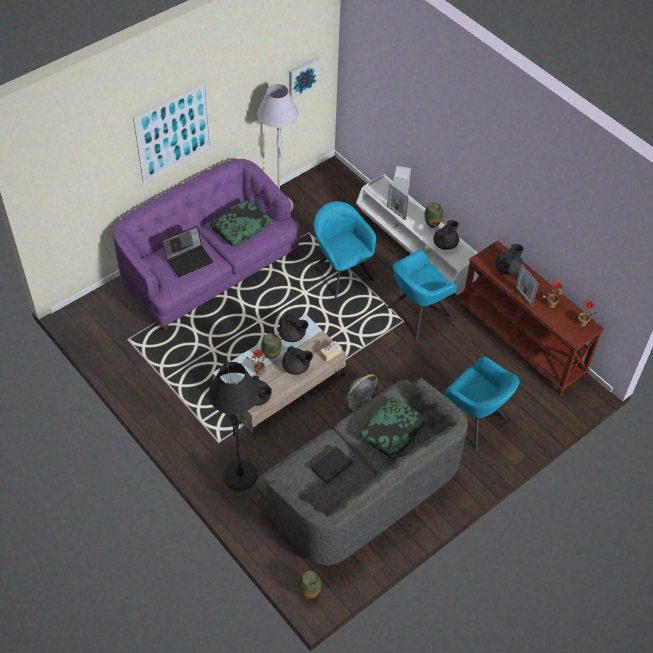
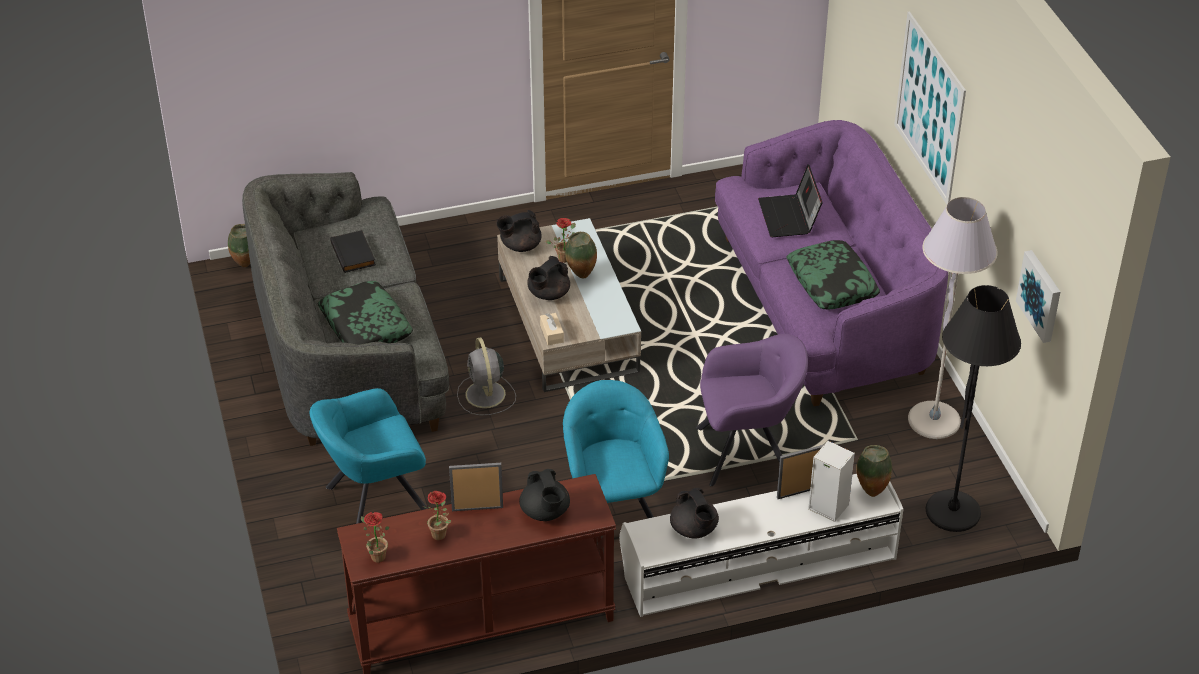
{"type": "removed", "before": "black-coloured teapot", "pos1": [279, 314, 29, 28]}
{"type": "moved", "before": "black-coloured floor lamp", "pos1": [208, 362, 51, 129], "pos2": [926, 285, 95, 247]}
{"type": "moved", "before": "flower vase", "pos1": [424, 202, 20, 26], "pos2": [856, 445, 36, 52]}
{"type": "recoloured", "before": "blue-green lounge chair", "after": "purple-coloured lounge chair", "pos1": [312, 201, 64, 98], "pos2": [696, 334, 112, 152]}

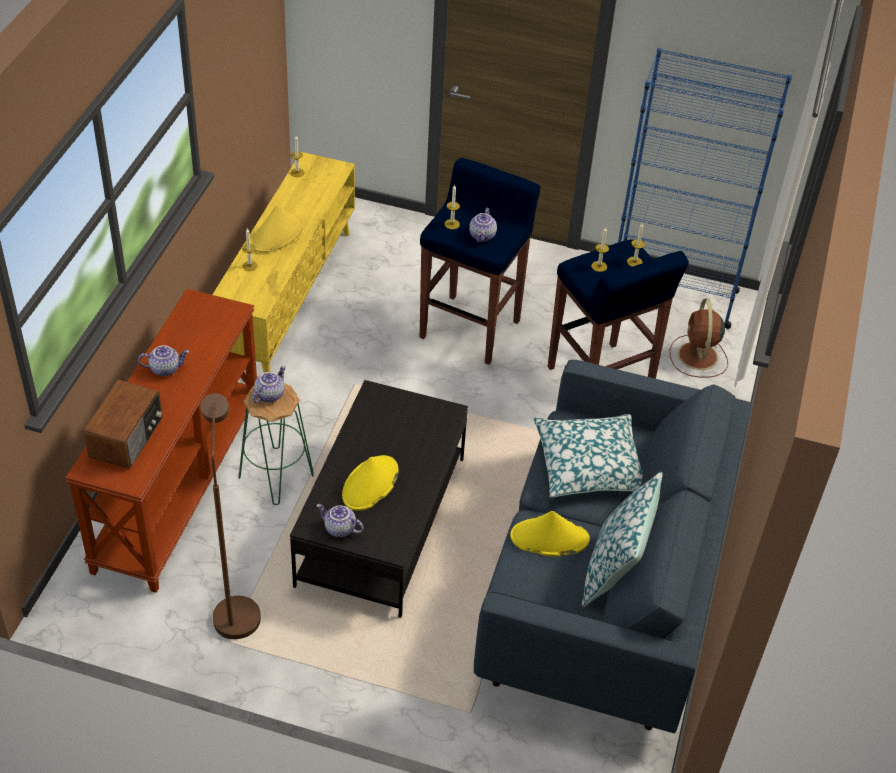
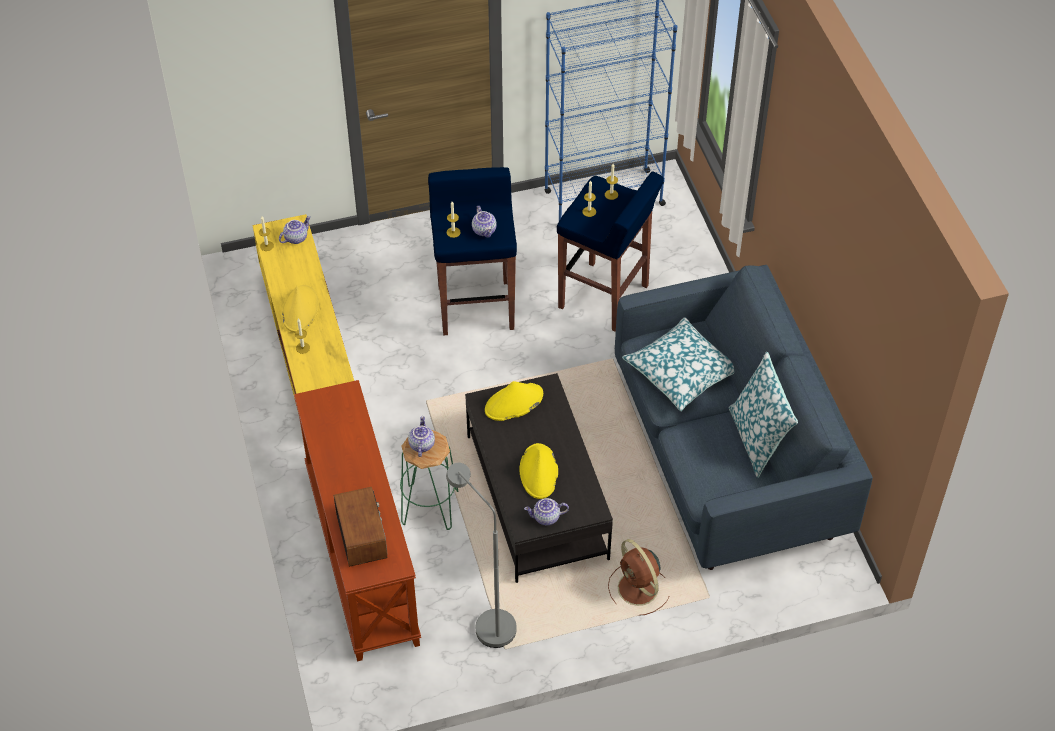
{"type": "moved", "before": "teapot", "pos1": [138, 345, 51, 31], "pos2": [279, 216, 32, 28]}
{"type": "moved", "before": "yellow-coloured hat", "pos1": [510, 511, 80, 46], "pos2": [485, 381, 58, 40]}
{"type": "moved", "before": "brown-coloured electric fan", "pos1": [670, 299, 58, 79], "pos2": [608, 539, 61, 76]}
{"type": "recoloured", "before": "brown-coloured floor lamp", "after": "grey floor lamp", "pos1": [200, 393, 61, 246], "pos2": [446, 463, 71, 185]}

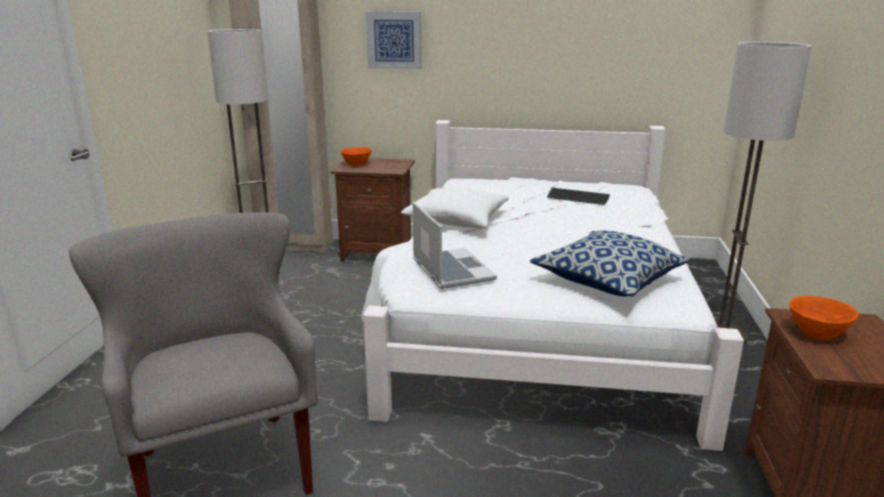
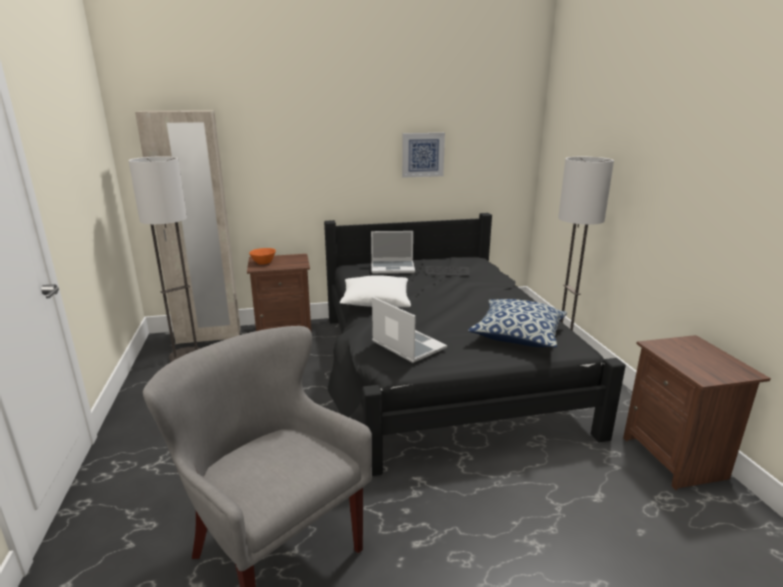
{"type": "removed", "before": "orange-coloured deep dish", "pos1": [789, 296, 69, 44]}
{"type": "added", "after": "laptop", "pos2": [371, 231, 44, 43]}
{"type": "moved", "before": "wall art", "pos1": [366, 11, 56, 58], "pos2": [402, 133, 43, 45]}
{"type": "recoloured", "before": "whitish sleeping bed", "after": "black-coloured sleeping bed", "pos1": [362, 120, 382, 331], "pos2": [324, 213, 302, 263]}

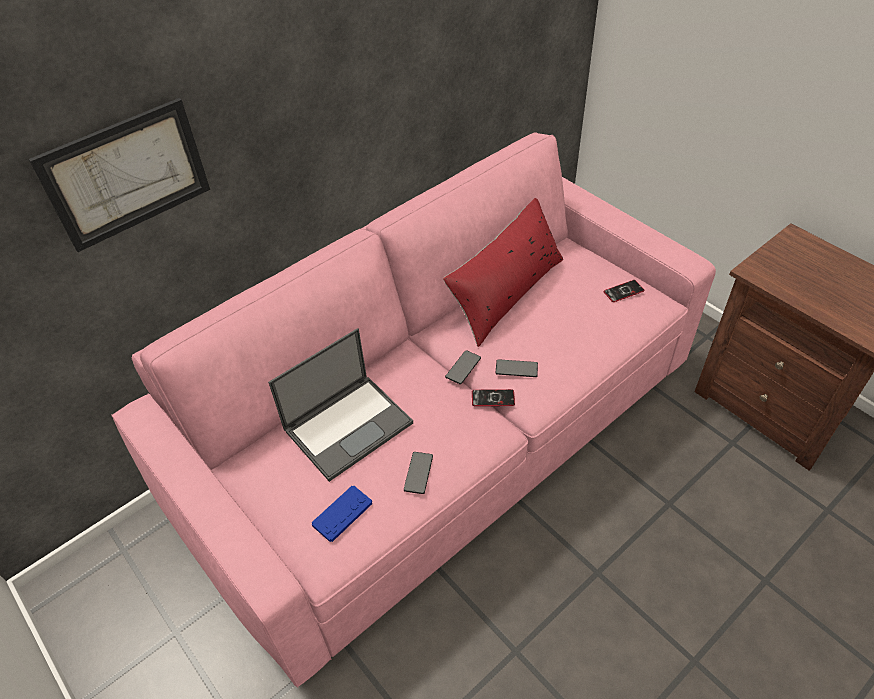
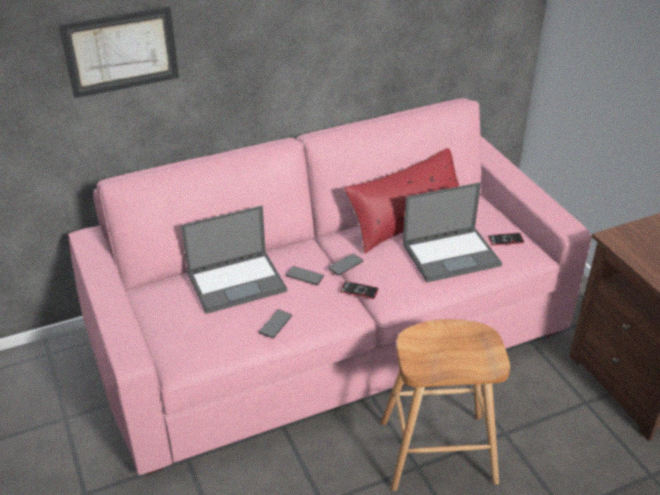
{"type": "removed", "before": "blue-coloured game controller", "pos1": [312, 486, 60, 56]}
{"type": "added", "after": "brown-coloured sitting stool", "pos2": [381, 319, 129, 172]}
{"type": "added", "after": "laptop", "pos2": [403, 182, 99, 100]}
{"type": "moved", "before": "handset", "pos1": [496, 359, 42, 18], "pos2": [286, 266, 38, 19]}

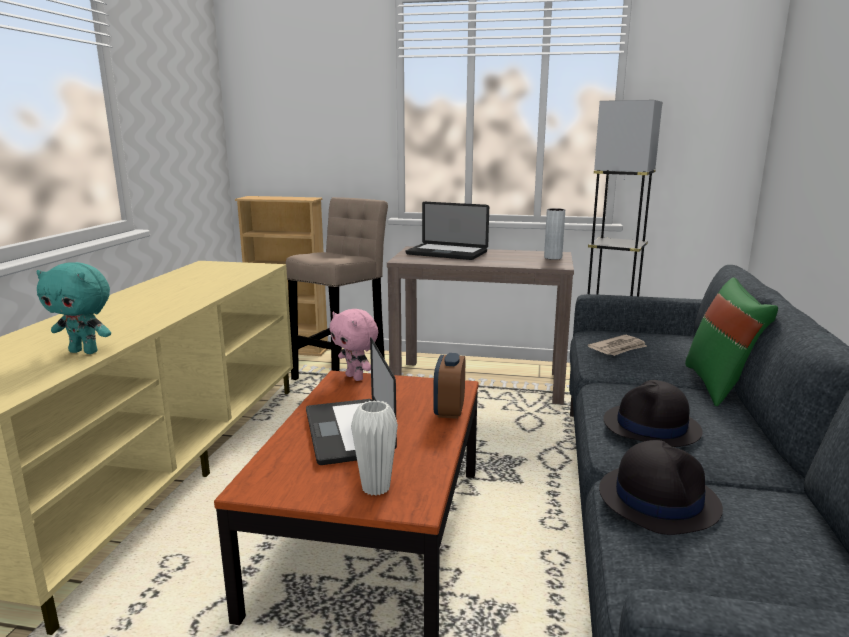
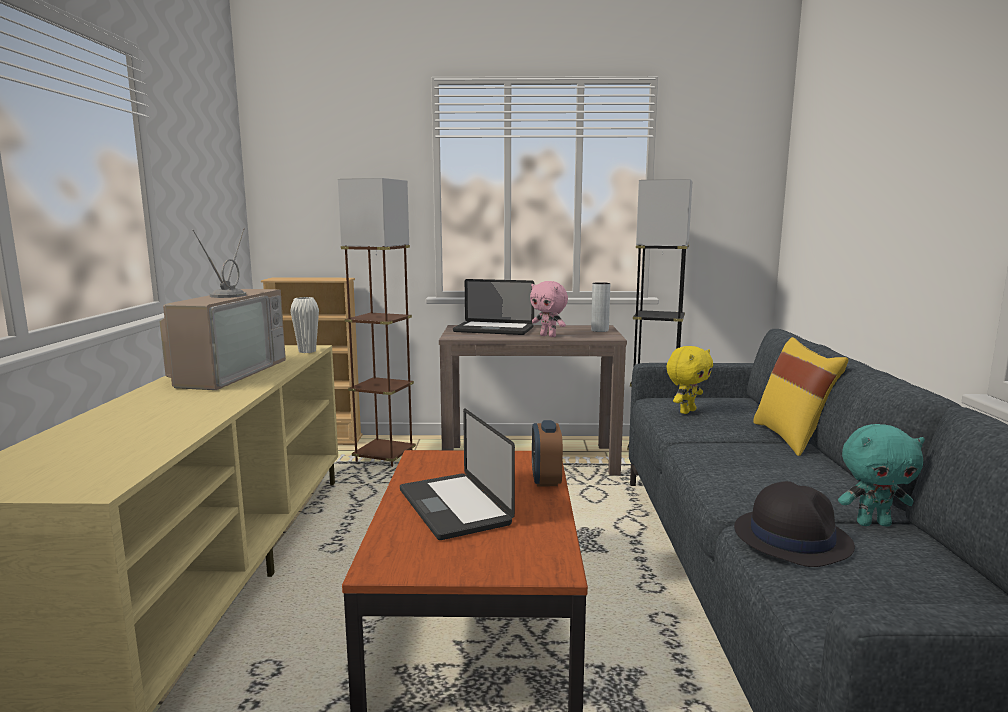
{"type": "removed", "before": "black-coloured hat", "pos1": [603, 380, 100, 67]}
{"type": "added", "after": "television", "pos2": [159, 228, 127, 162]}
{"type": "moved", "before": "blue-green cuddly toy", "pos1": [36, 262, 75, 92], "pos2": [838, 424, 87, 102]}
{"type": "moved", "before": "pink cuddly toy", "pos1": [329, 309, 49, 72], "pos2": [530, 281, 38, 56]}
{"type": "moved", "before": "whitish flower vase", "pos1": [351, 400, 47, 96], "pos2": [290, 297, 29, 56]}
{"type": "replaced", "before": "beige-coloured sitting stool", "after": "brown-coloured floor lamp", "pos1": [286, 197, 102, 183], "pos2": [338, 178, 78, 289]}
{"type": "replaced", "before": "printed paper", "after": "yellow-coloured cuddly toy", "pos1": [588, 335, 59, 21], "pos2": [666, 346, 47, 68]}
{"type": "recoloured", "before": "green cushion", "after": "yellow-coloured cushion", "pos1": [685, 278, 93, 128], "pos2": [753, 337, 95, 119]}

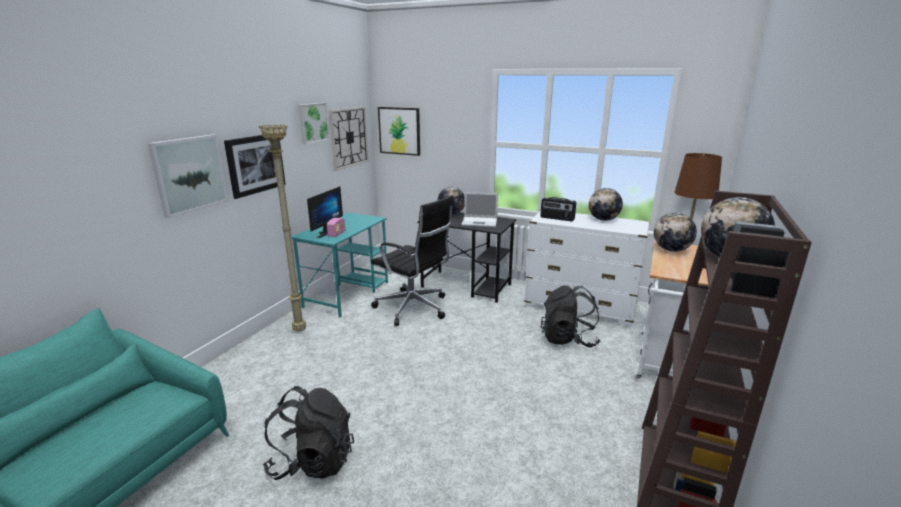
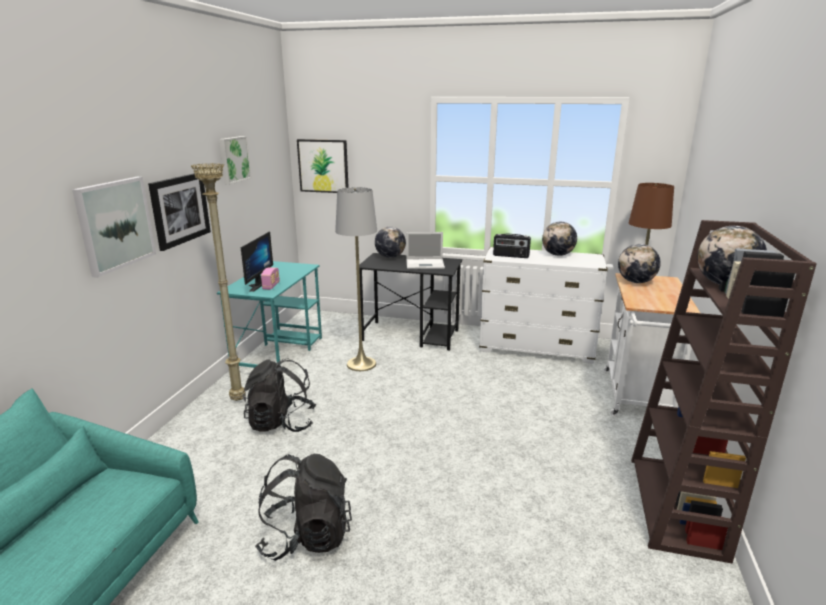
{"type": "removed", "before": "wall clock", "pos1": [329, 107, 40, 64]}
{"type": "moved", "before": "black-coloured knapsack", "pos1": [541, 285, 59, 62], "pos2": [242, 358, 74, 74]}
{"type": "replaced", "before": "black-coloured computer chair", "after": "grey floor lamp", "pos1": [371, 195, 83, 131], "pos2": [335, 187, 42, 184]}

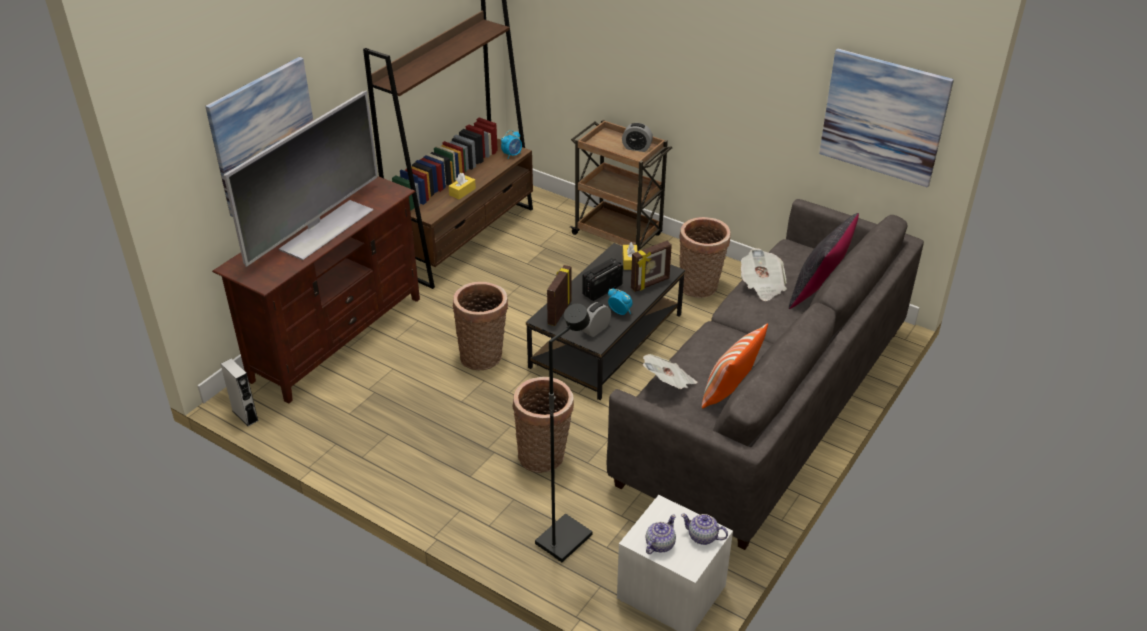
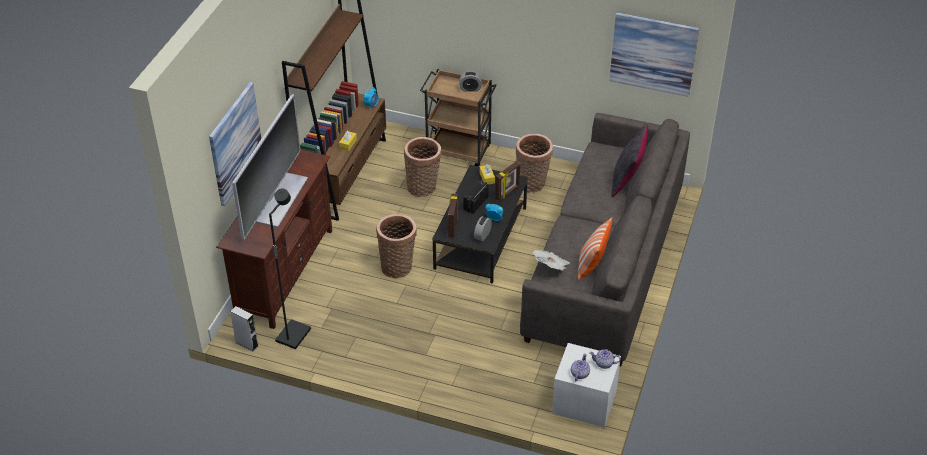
{"type": "removed", "before": "printed paper", "pos1": [741, 248, 46, 53]}
{"type": "moved", "before": "storage basket", "pos1": [512, 377, 62, 96], "pos2": [404, 137, 38, 60]}
{"type": "moved", "before": "black-coloured floor lamp", "pos1": [535, 304, 58, 258], "pos2": [269, 189, 42, 160]}

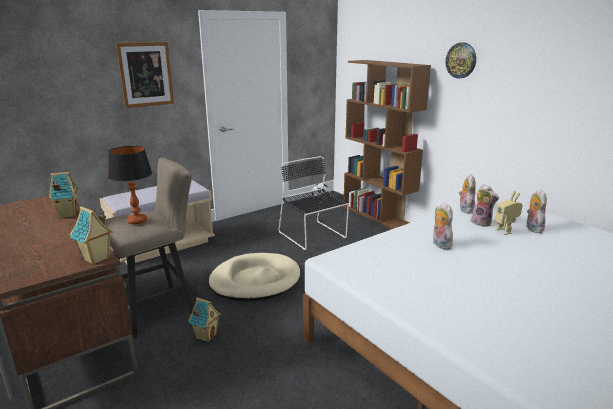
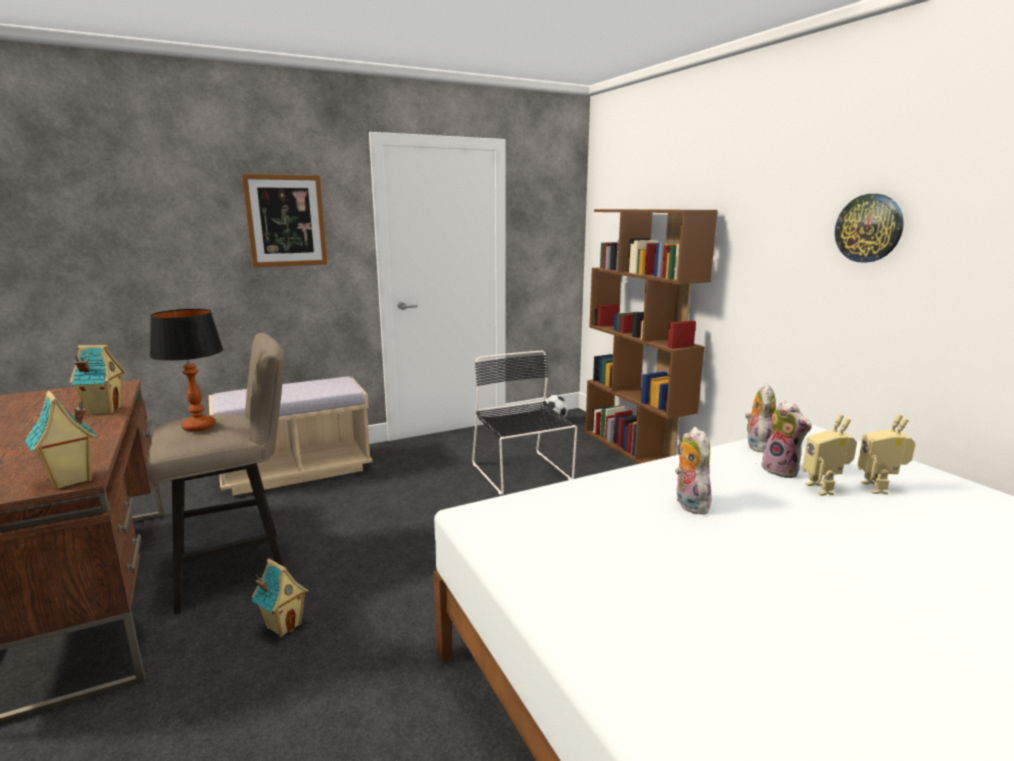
{"type": "removed", "before": "beige-coloured pet bed", "pos1": [209, 253, 91, 48]}
{"type": "moved", "before": "wall clock", "pos1": [445, 43, 31, 35], "pos2": [835, 194, 69, 69]}
{"type": "replaced", "before": "cuddly toy", "after": "toy robot", "pos1": [526, 189, 21, 44], "pos2": [858, 414, 58, 80]}

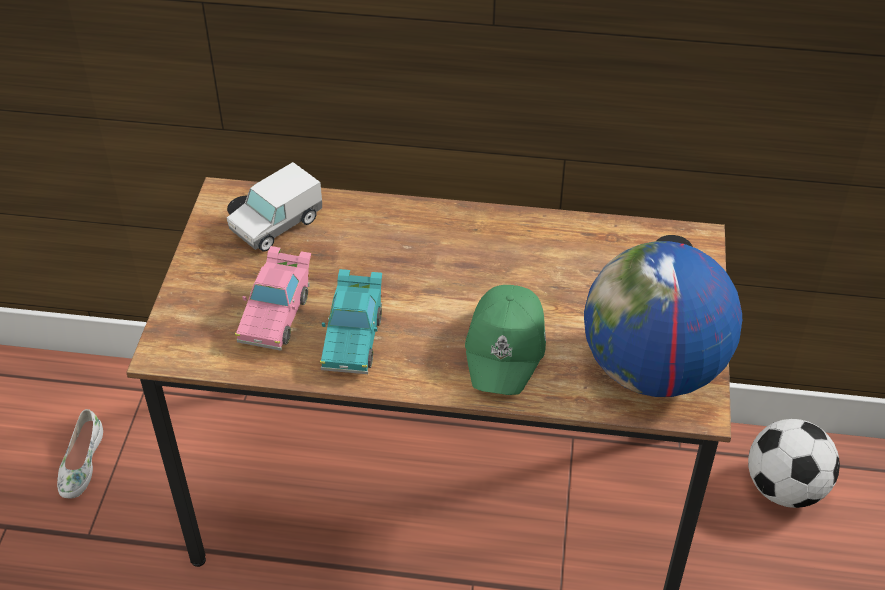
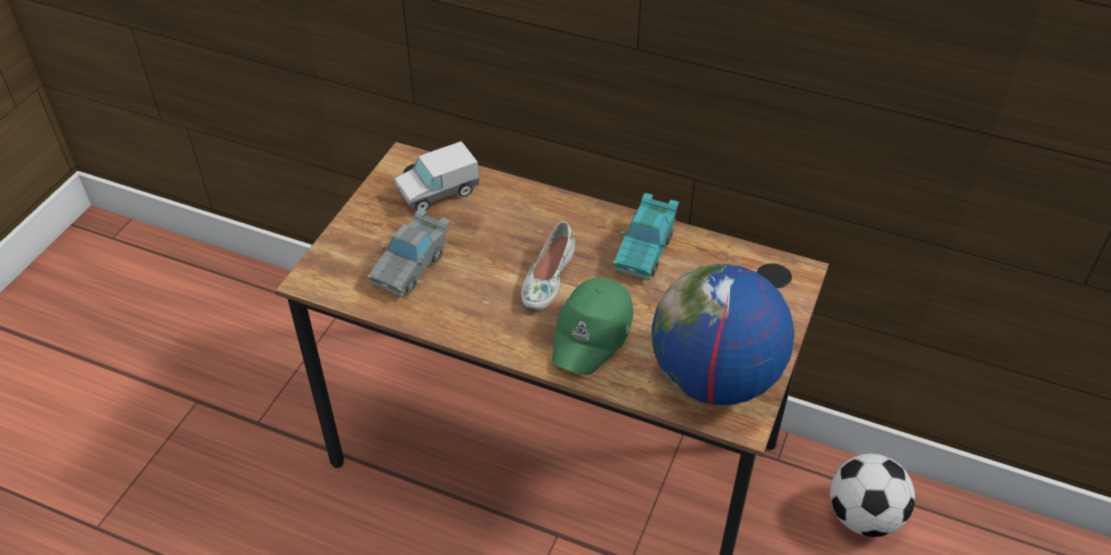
{"type": "moved", "before": "whitish item of footwear", "pos1": [57, 409, 46, 89], "pos2": [522, 221, 53, 89]}
{"type": "moved", "before": "blue-green miniature car", "pos1": [320, 269, 62, 105], "pos2": [613, 193, 66, 87]}
{"type": "recoloured", "before": "pink miniature car", "after": "grey miniature car", "pos1": [235, 246, 76, 105], "pos2": [368, 208, 82, 89]}

